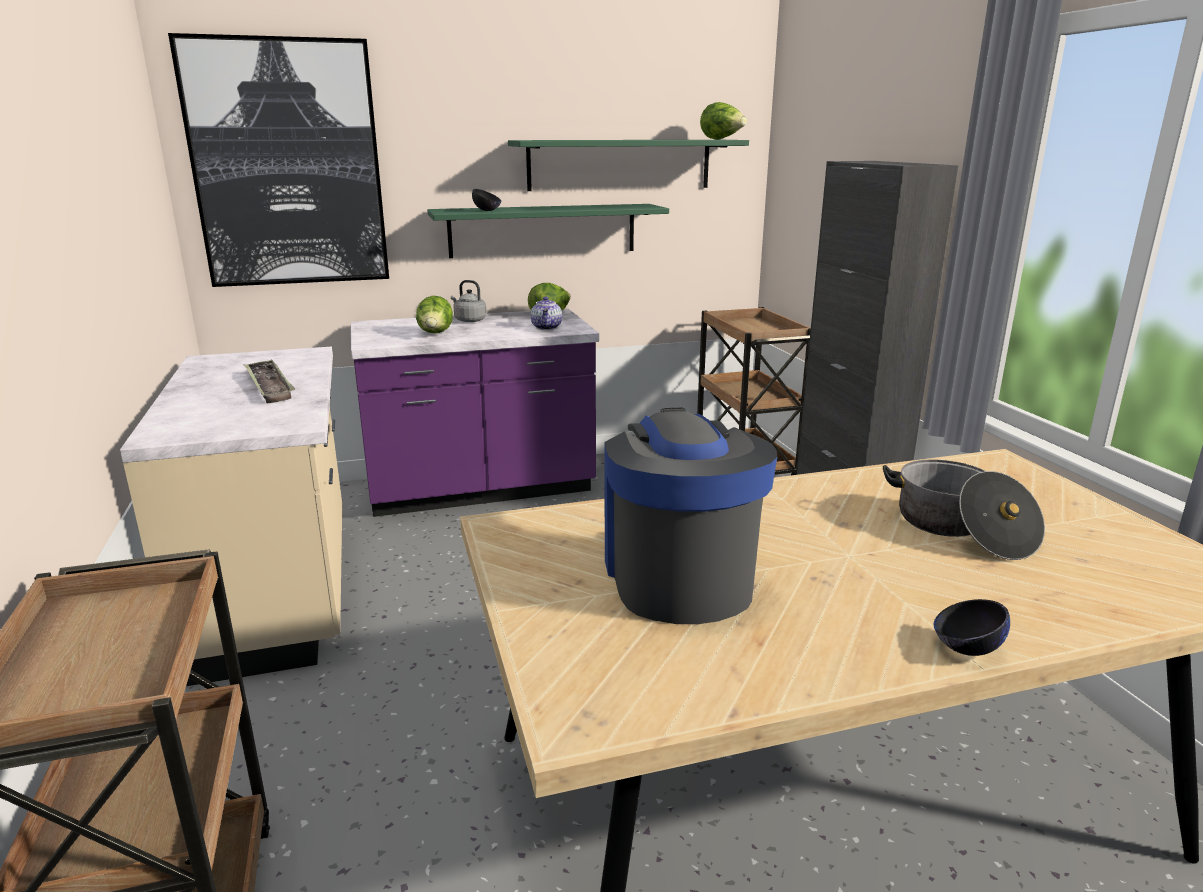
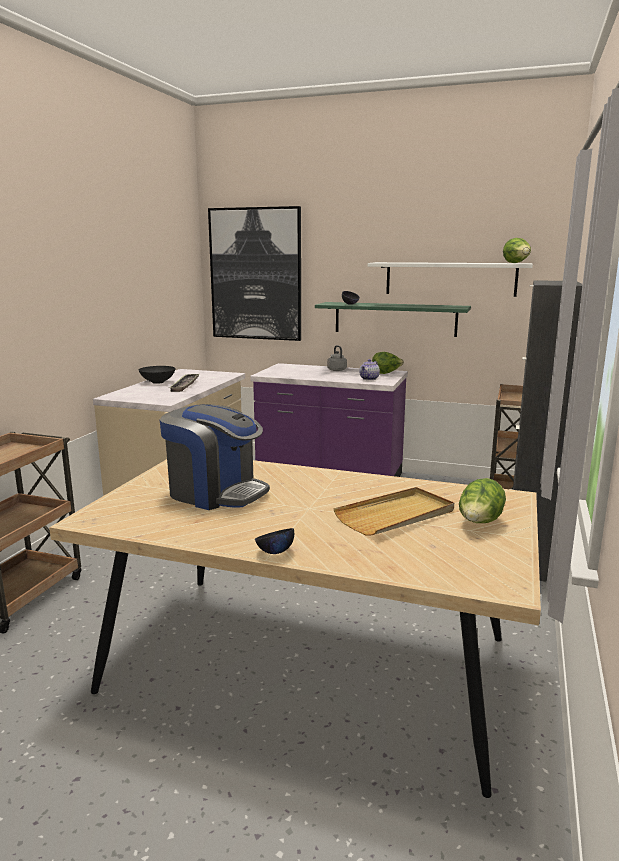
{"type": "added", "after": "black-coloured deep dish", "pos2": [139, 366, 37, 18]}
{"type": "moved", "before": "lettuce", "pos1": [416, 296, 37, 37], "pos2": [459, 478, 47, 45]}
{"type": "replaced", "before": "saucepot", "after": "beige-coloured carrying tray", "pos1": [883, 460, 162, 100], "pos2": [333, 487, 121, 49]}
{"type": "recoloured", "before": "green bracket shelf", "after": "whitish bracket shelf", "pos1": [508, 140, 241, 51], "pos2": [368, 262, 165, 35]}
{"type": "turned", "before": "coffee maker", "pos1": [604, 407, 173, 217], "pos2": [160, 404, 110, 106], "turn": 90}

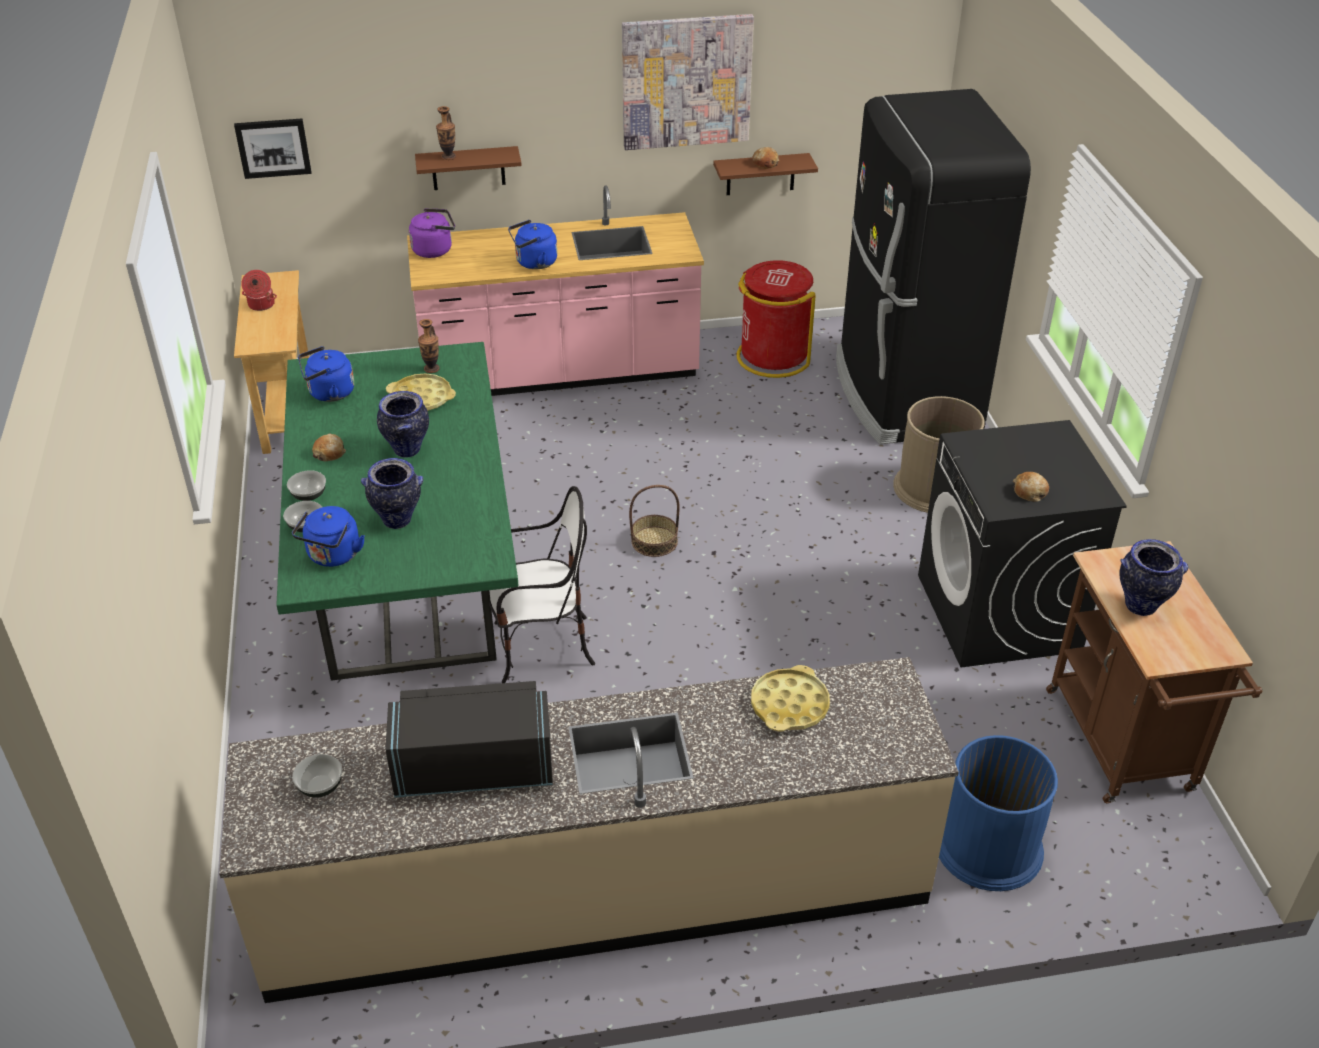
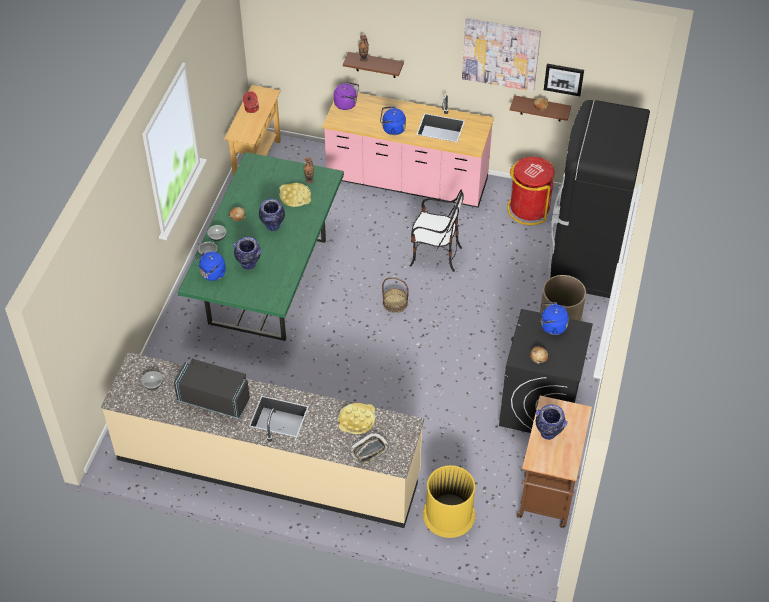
{"type": "added", "after": "carrying tray", "pos2": [349, 432, 41, 33]}
{"type": "moved", "before": "wall art", "pos1": [234, 119, 78, 60], "pos2": [544, 64, 40, 32]}
{"type": "moved", "before": "blue-coloured tea kettle", "pos1": [298, 346, 56, 56], "pos2": [540, 302, 29, 33]}
{"type": "moved", "before": "plain chair", "pos1": [489, 486, 106, 197], "pos2": [410, 189, 54, 83]}
{"type": "recoloured", "before": "blue-coloured trash can", "after": "yellow-coloured trash can", "pos1": [939, 735, 119, 156], "pos2": [423, 465, 52, 73]}

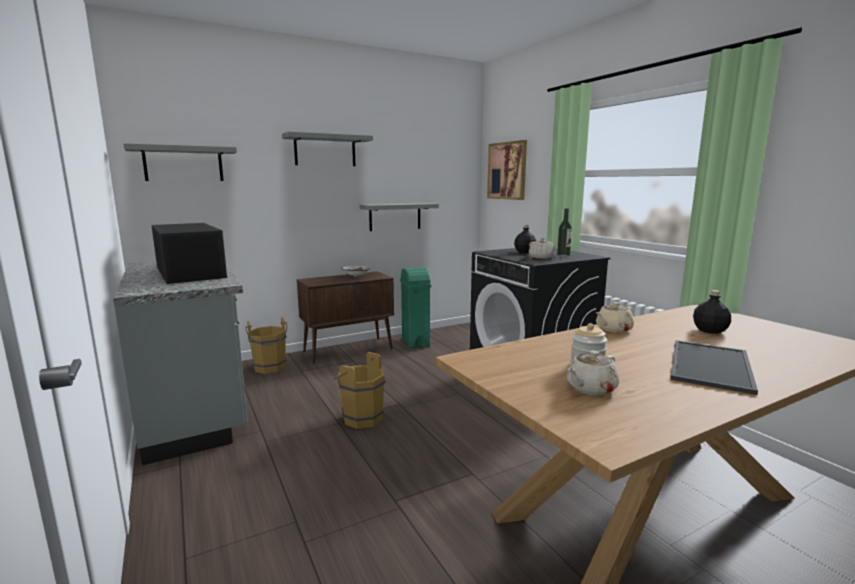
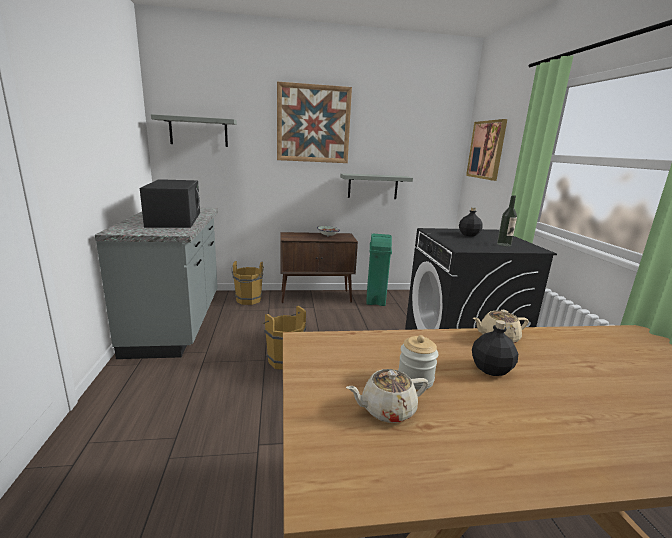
{"type": "removed", "before": "beige-coloured teapot", "pos1": [529, 238, 29, 21]}
{"type": "removed", "before": "carrying tray", "pos1": [670, 340, 88, 55]}
{"type": "moved", "before": "black-coloured bottle", "pos1": [693, 290, 38, 44], "pos2": [472, 320, 46, 56]}
{"type": "replaced", "before": "grey bracket shelf", "after": "wall art", "pos1": [282, 131, 91, 35], "pos2": [277, 82, 75, 81]}

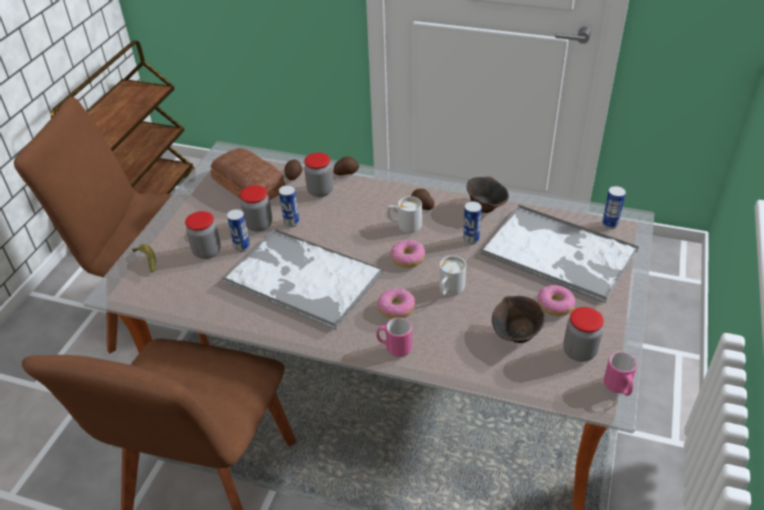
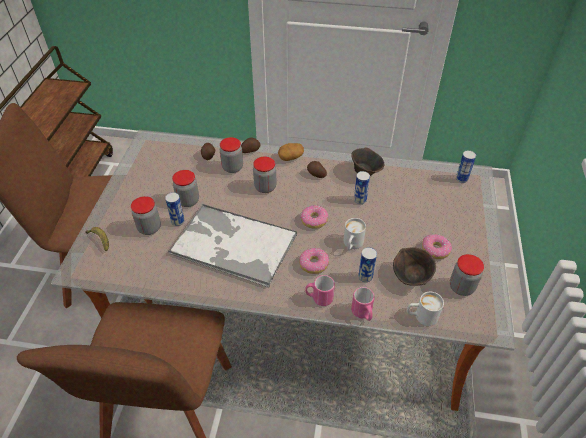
{"type": "removed", "before": "bread", "pos1": [211, 148, 75, 52]}
{"type": "removed", "before": "carrying tray", "pos1": [481, 204, 158, 99]}
{"type": "added", "after": "jar", "pos2": [253, 156, 24, 37]}
{"type": "added", "after": "whole potato", "pos2": [278, 143, 26, 18]}
{"type": "moved", "before": "sealed can", "pos1": [279, 185, 20, 42], "pos2": [358, 247, 19, 35]}
{"type": "moved", "before": "whitish tea mug", "pos1": [387, 196, 35, 37], "pos2": [407, 292, 37, 34]}
{"type": "moved", "before": "pink tea mug", "pos1": [604, 352, 33, 44], "pos2": [351, 287, 24, 34]}

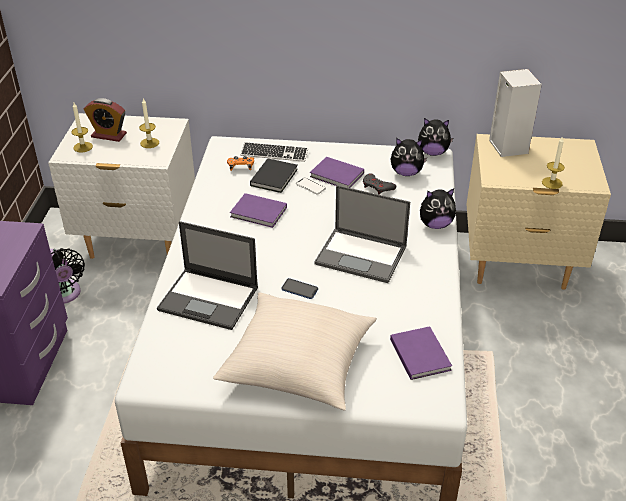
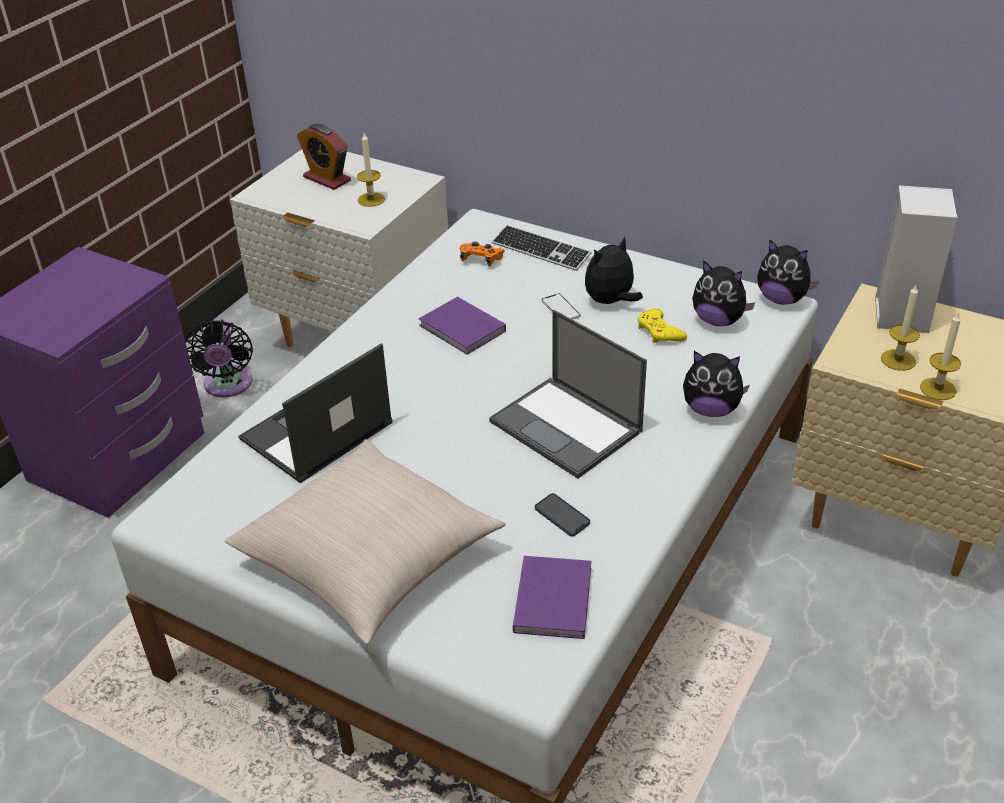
{"type": "removed", "before": "black-coloured bound book", "pos1": [250, 158, 48, 35]}
{"type": "moved", "before": "candle", "pos1": [71, 103, 22, 50], "pos2": [881, 285, 39, 86]}
{"type": "moved", "before": "handset", "pos1": [282, 278, 36, 21], "pos2": [535, 493, 55, 44]}
{"type": "replaced", "before": "purple-coloured bound book", "after": "cuddly toy", "pos1": [310, 157, 54, 31], "pos2": [585, 237, 58, 68]}
{"type": "recoloured", "before": "grey game controller", "after": "yellow-coloured game controller", "pos1": [363, 173, 33, 21], "pos2": [638, 308, 49, 35]}
{"type": "turned", "before": "laptop", "pos1": [157, 221, 101, 109], "pos2": [238, 343, 155, 140], "turn": 90}

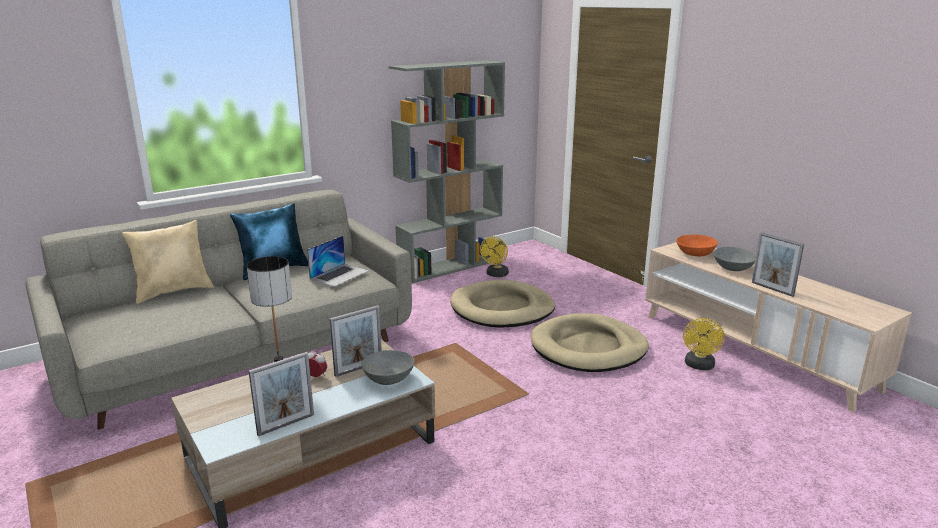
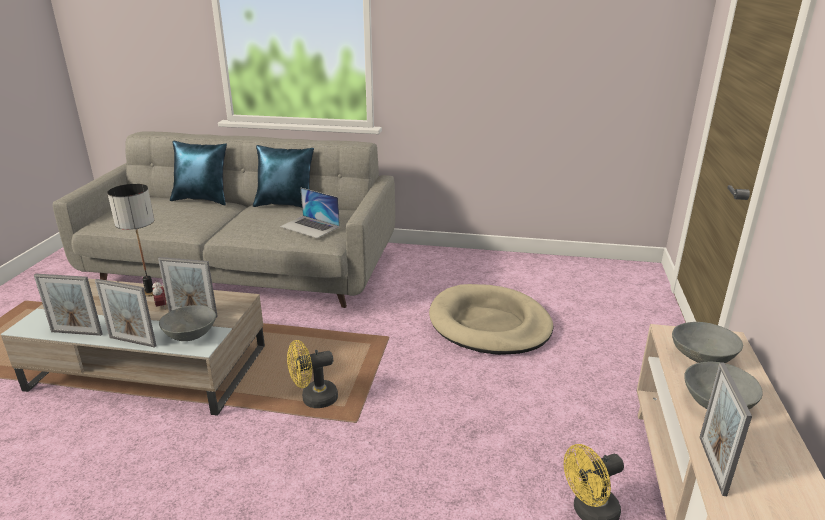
{"type": "removed", "before": "grey shelving unit", "pos1": [389, 60, 116, 223]}
{"type": "removed", "before": "beige-coloured pet bed", "pos1": [531, 313, 118, 59]}
{"type": "added", "after": "standing frame", "pos2": [95, 279, 62, 69]}
{"type": "moved", "before": "yellow-coloured electric fan", "pos1": [480, 236, 29, 41], "pos2": [287, 340, 51, 68]}
{"type": "recoloured", "before": "beige-coloured cushion", "after": "blue-coloured cushion", "pos1": [122, 220, 92, 84], "pos2": [170, 141, 57, 64]}
{"type": "recoloured", "before": "orange-coloured deep dish", "after": "grey deep dish", "pos1": [676, 235, 42, 21], "pos2": [672, 322, 71, 41]}
{"type": "turned", "before": "laptop", "pos1": [307, 236, 62, 51], "pos2": [280, 188, 60, 50], "turn": 45}

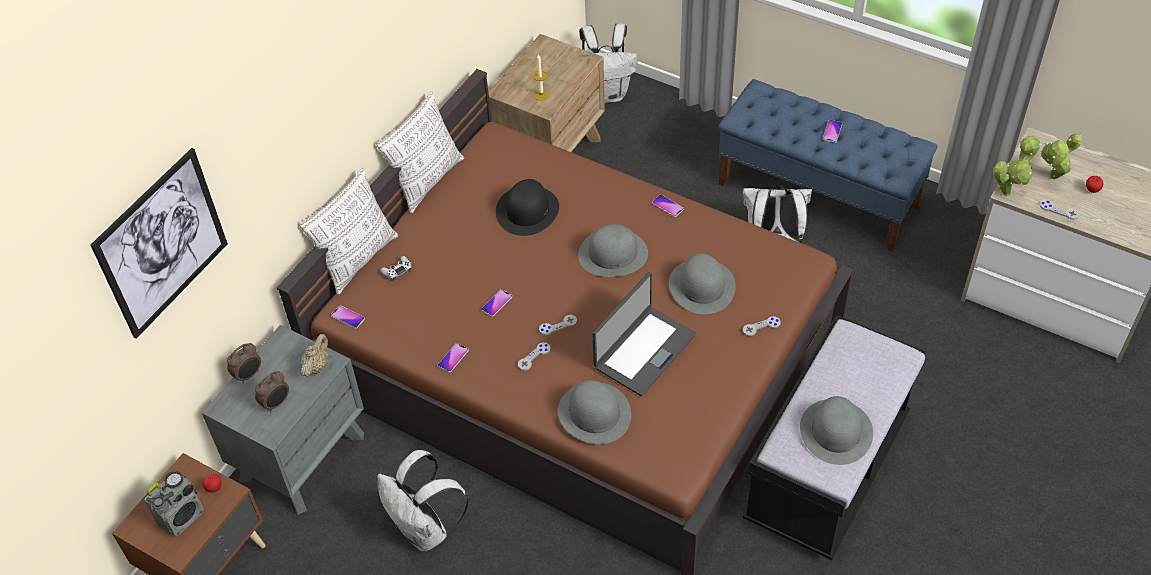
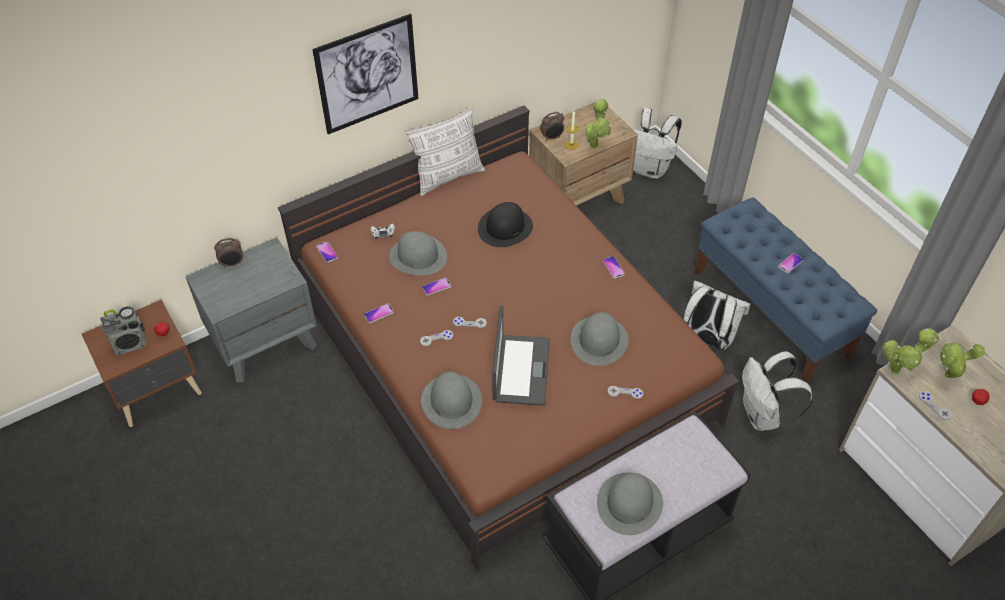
{"type": "removed", "before": "cushion", "pos1": [299, 168, 99, 127]}
{"type": "removed", "before": "beige-coloured teapot", "pos1": [301, 334, 27, 43]}
{"type": "added", "after": "potted plant", "pos2": [585, 99, 26, 50]}
{"type": "moved", "before": "wall art", "pos1": [91, 148, 137, 191], "pos2": [312, 14, 106, 120]}
{"type": "moved", "before": "table clock", "pos1": [255, 371, 34, 41], "pos2": [540, 112, 24, 29]}
{"type": "moved", "before": "whitish knapsack", "pos1": [377, 450, 92, 102], "pos2": [742, 351, 70, 80]}
{"type": "moved", "before": "grey hat", "pos1": [578, 224, 70, 53], "pos2": [389, 231, 58, 45]}
{"type": "turned", "before": "laptop", "pos1": [592, 272, 104, 124], "pos2": [492, 306, 58, 100], "turn": -60}

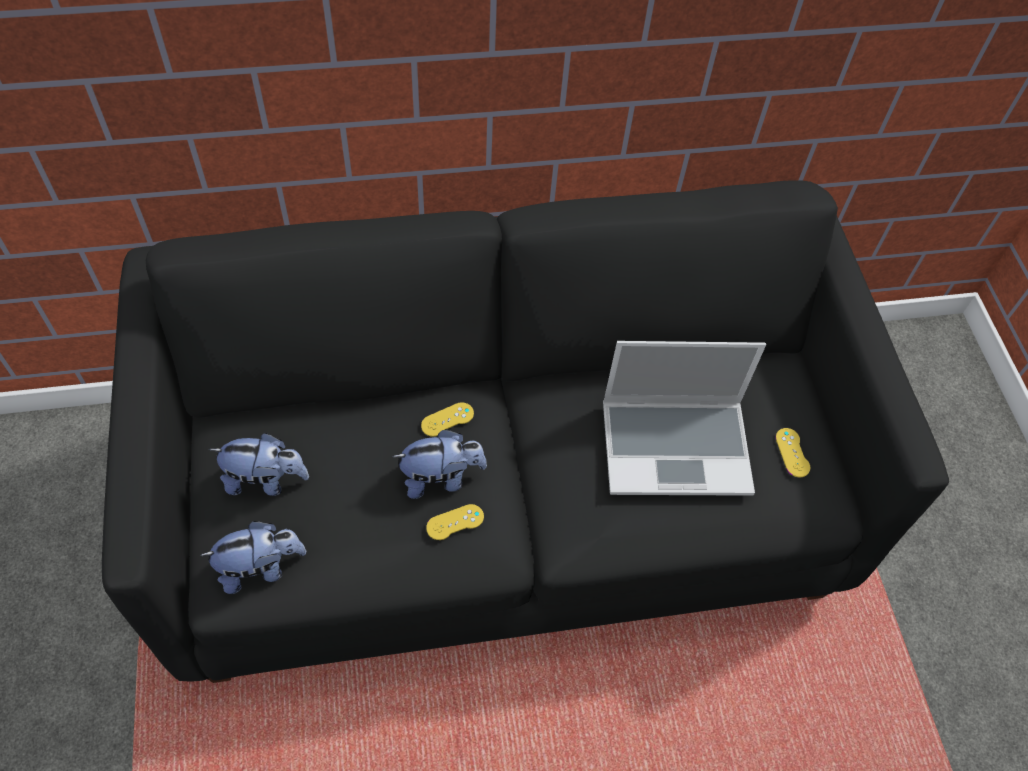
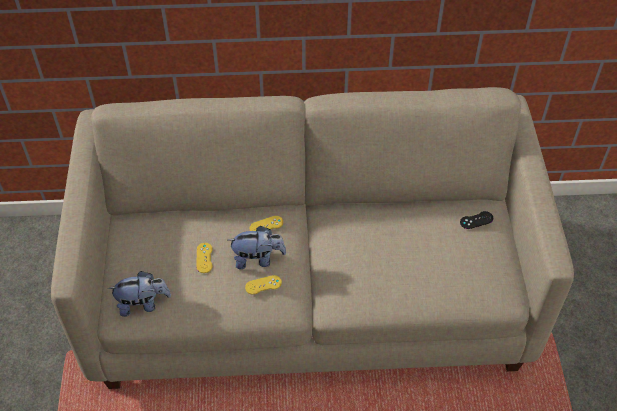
{"type": "removed", "before": "cuddly toy", "pos1": [209, 433, 100, 63]}
{"type": "removed", "before": "laptop", "pos1": [603, 341, 163, 155]}
{"type": "added", "after": "black-coloured game controller", "pos2": [460, 211, 33, 18]}
{"type": "moved", "before": "yellow-coloured game controller", "pos1": [775, 428, 35, 49], "pos2": [196, 243, 17, 30]}
{"type": "recoloured", "before": "black-coloured settee", "after": "beige-coloured settee", "pos1": [102, 180, 847, 503], "pos2": [51, 87, 523, 302]}

